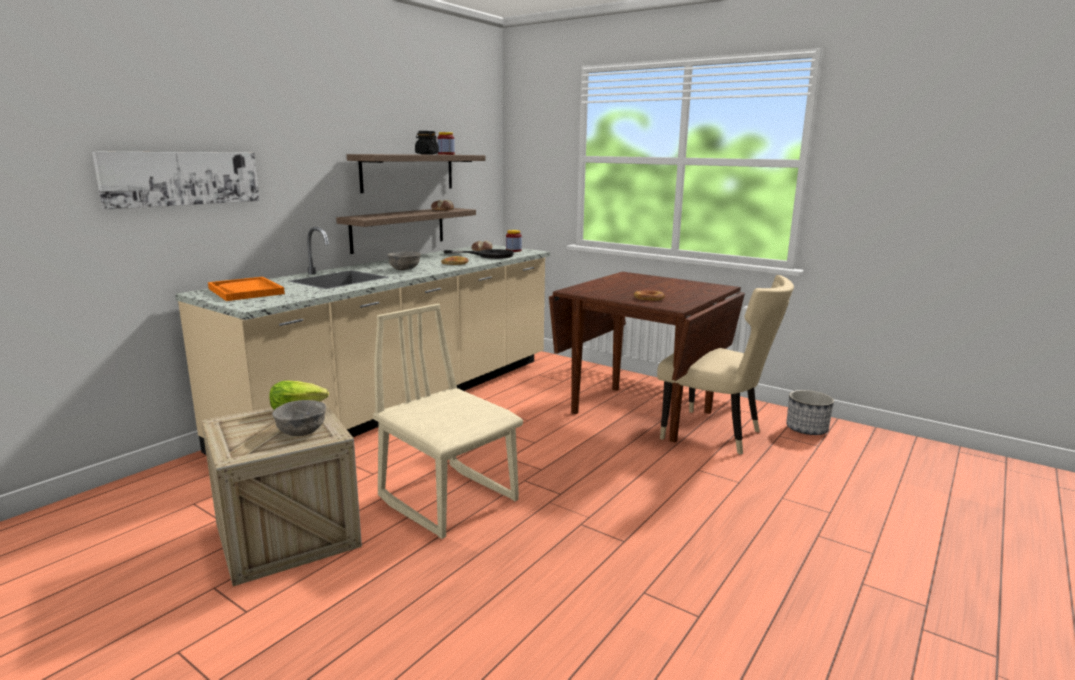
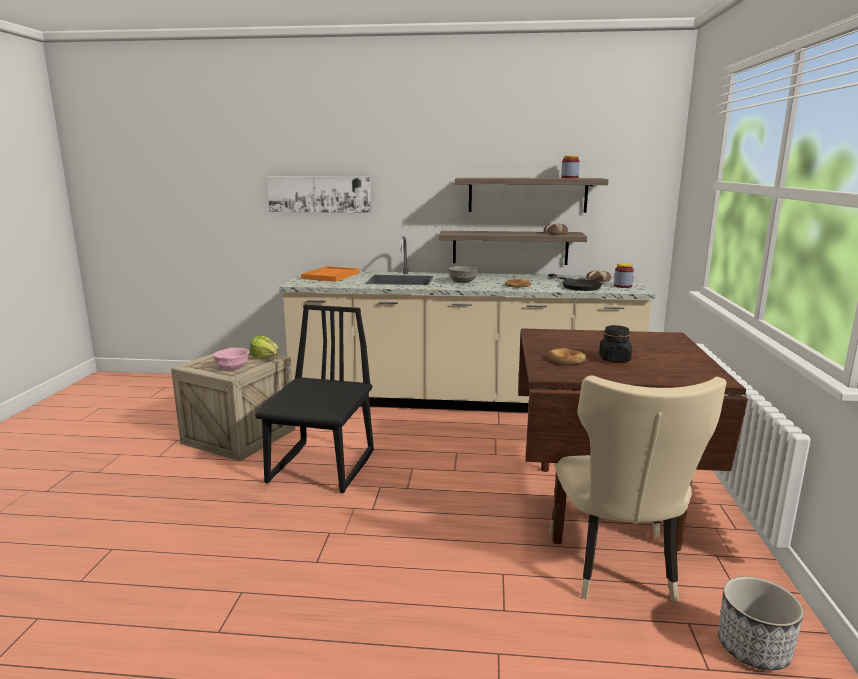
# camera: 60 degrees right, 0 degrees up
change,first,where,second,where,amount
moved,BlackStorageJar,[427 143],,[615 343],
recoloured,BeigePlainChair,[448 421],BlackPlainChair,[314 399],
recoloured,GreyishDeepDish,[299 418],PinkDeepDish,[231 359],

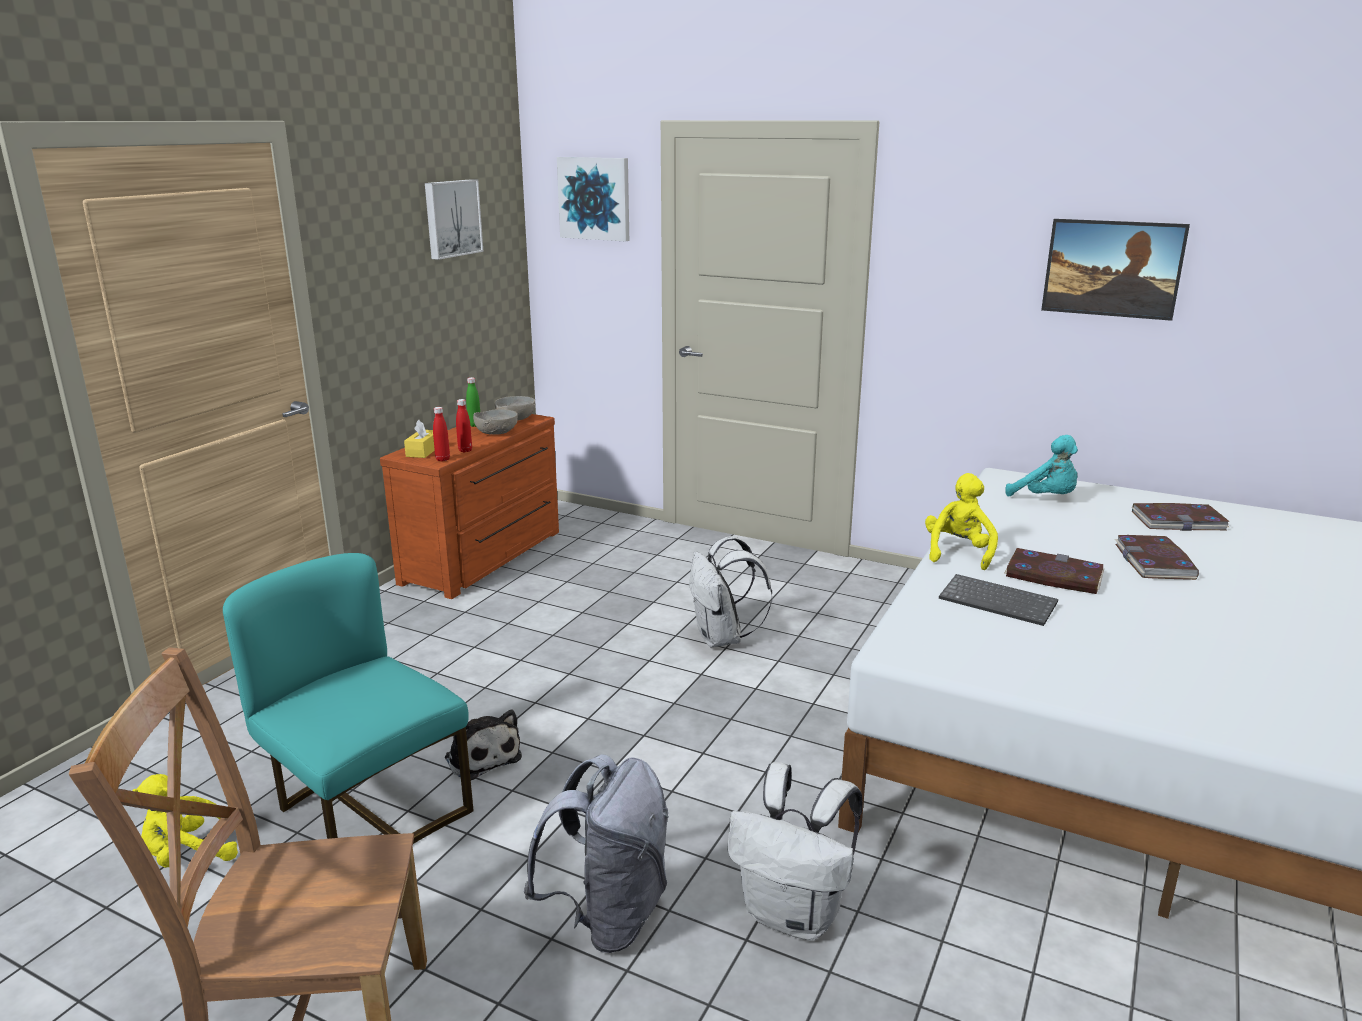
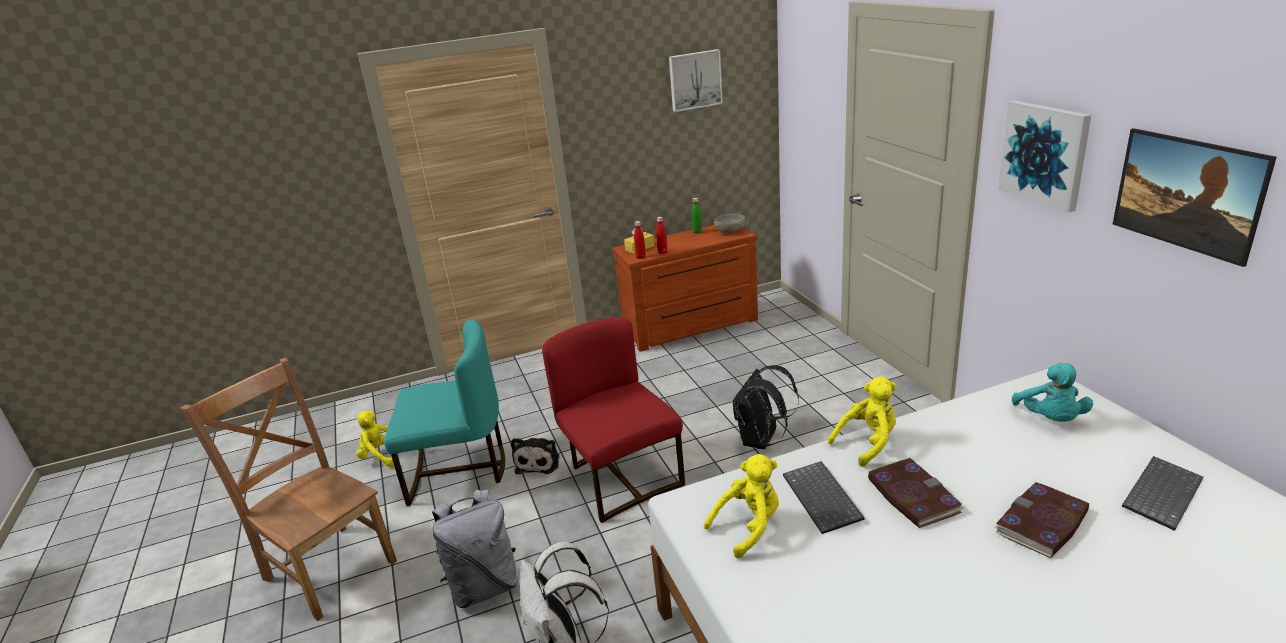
# camera: 45 degrees right, 5 degrees up
change,first,where,second,where,amount
moved,Picture,[593 199],,[1044 156],
removed,GreyishDeepDish,[495 422],,,
replaced,BoundBook,[1180 517],PcKeyboard,[1163 493],
recoloured,WhiteColouredRucksack,[730 591],BlackRucksack,[766 407],
turned,BlueGreenPlainChair,[348 698],,[444 413],90 degrees clockwise
added,,,ReddishPlainChair,[613 420],
added,,,YellowishSoftToy,[741 506],

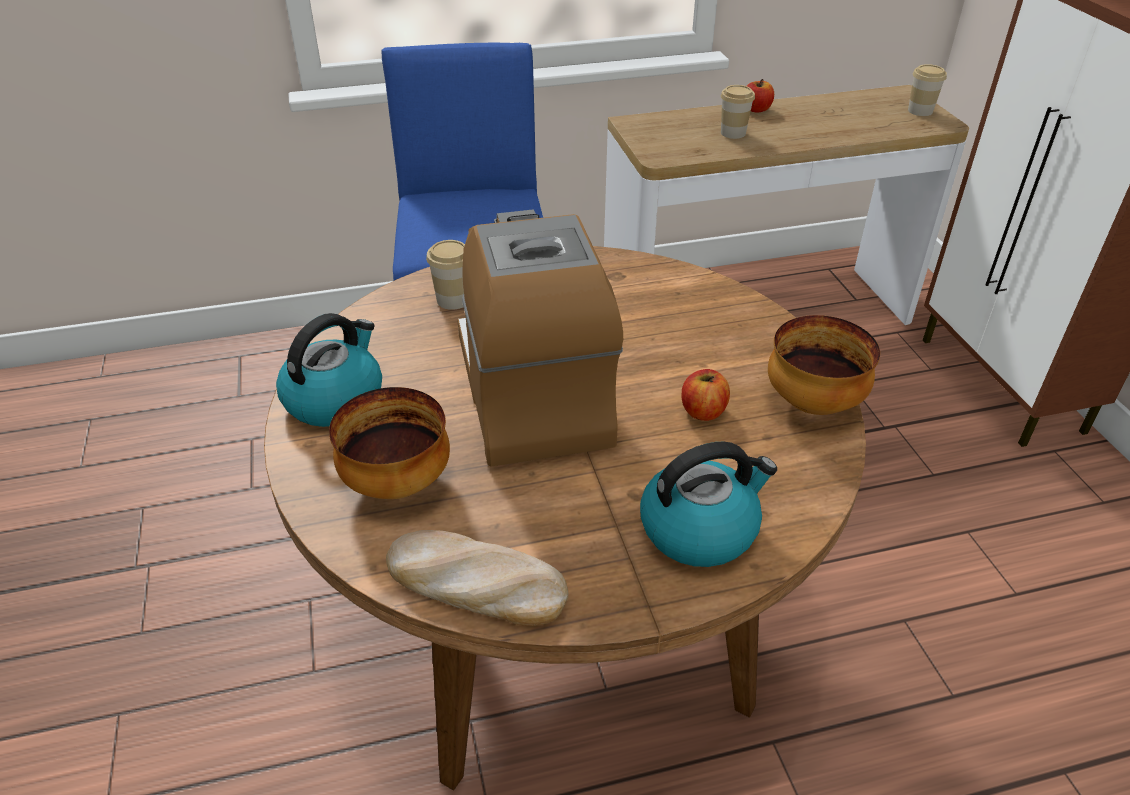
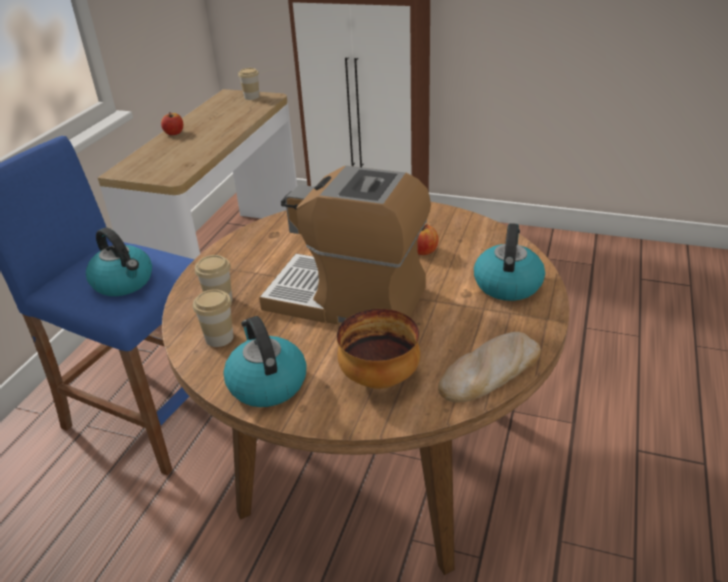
# camera: 55 degrees left, 5 degrees down
change,first,where,second,where,amount
moved,Cup,[738 112],,[213 318],
removed,DeepDish,[824 365],,,
added,,,WaterKettle,[119 261],

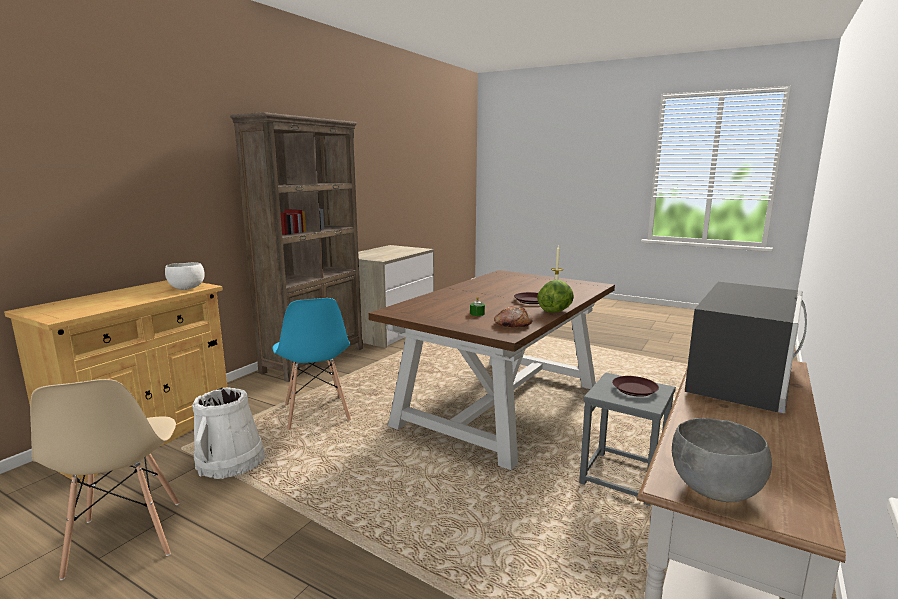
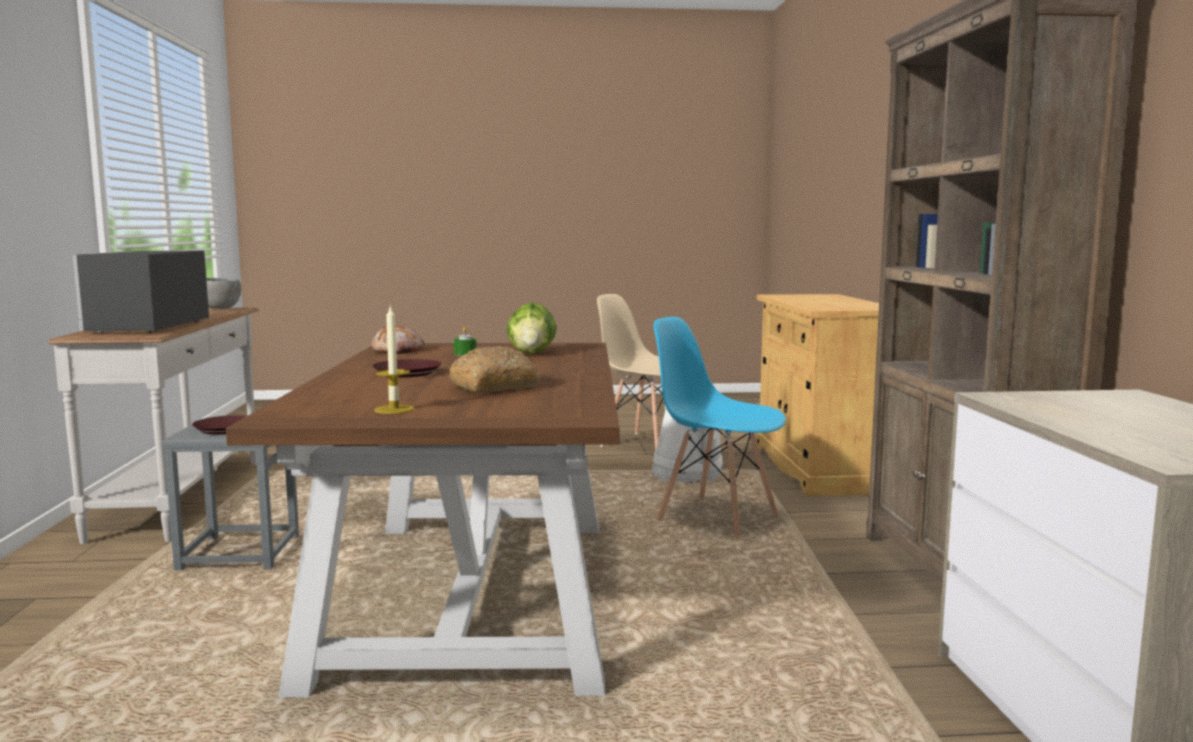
# camera: 145 degrees right, 5 degrees down
change,first,where,second,where,amount
removed,WhiteColouredDeepDish,[185 276],,,
moved,Lettuce,[555 296],,[532 328],
added,,,Bread,[495 369],

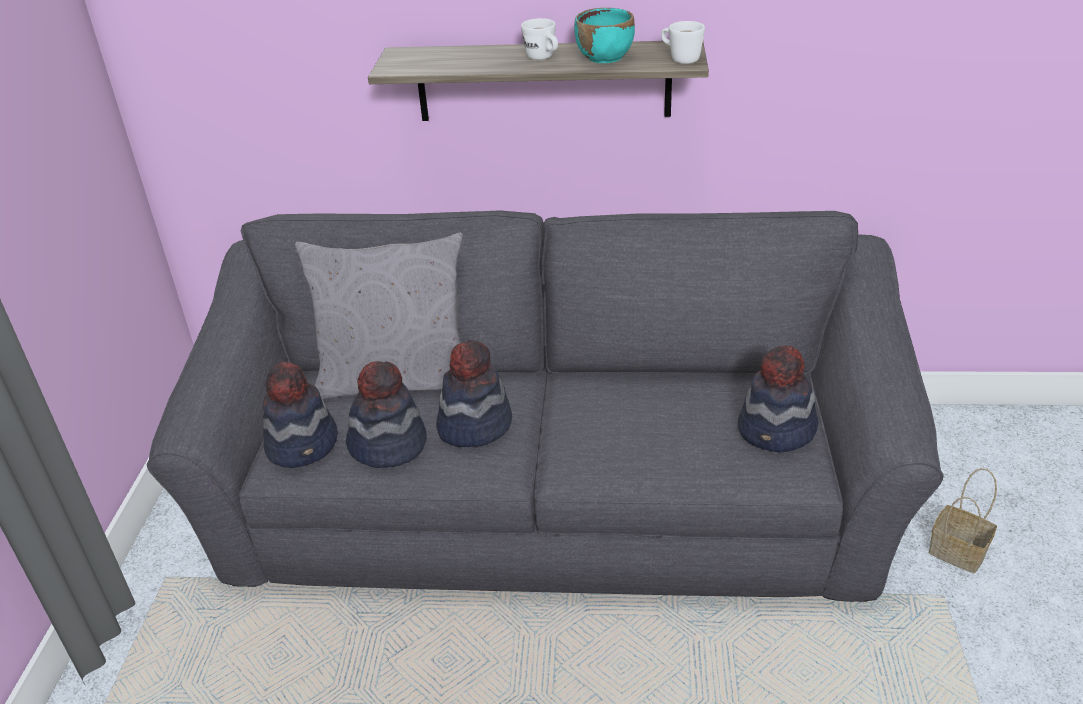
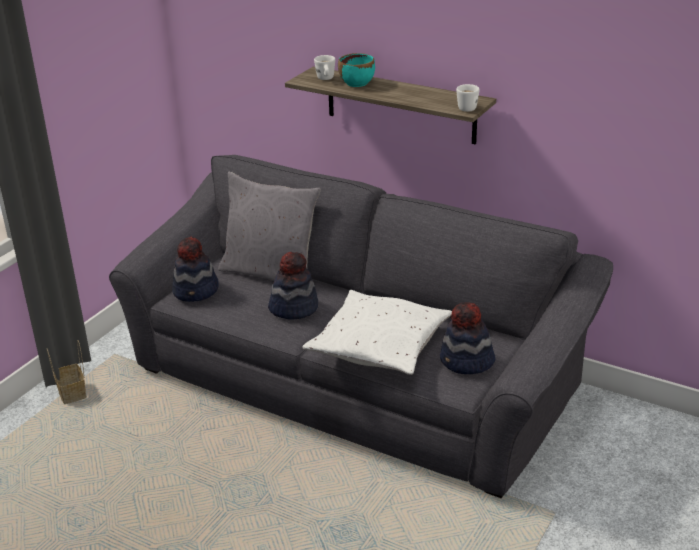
# camera: 25 degrees right, 5 degrees down
change,first,where,second,where,amount
moved,BlueGreenDeepDish,[604 35],,[356 70],
moved,WhiteColouredTeaMug,[539 39],,[324 67],
removed,Hat,[386 414],,,
moved,Basket,[963 520],,[67 372],
added,,,WhiteColouredThrowPillow,[377 332],

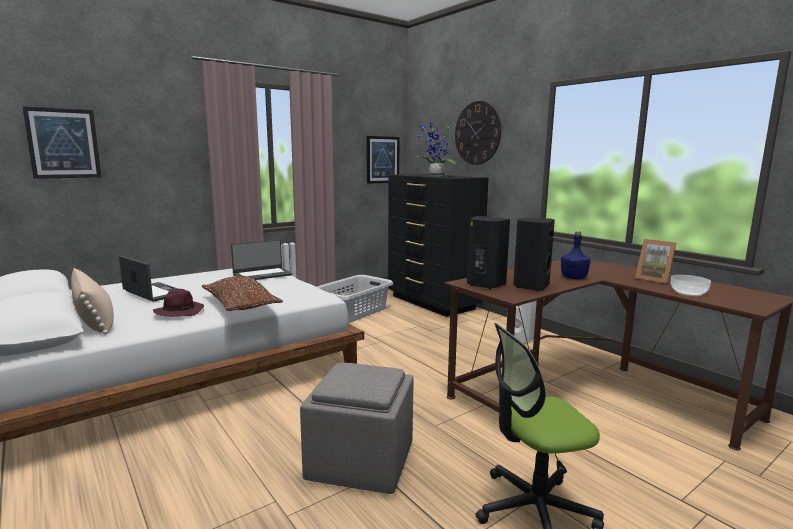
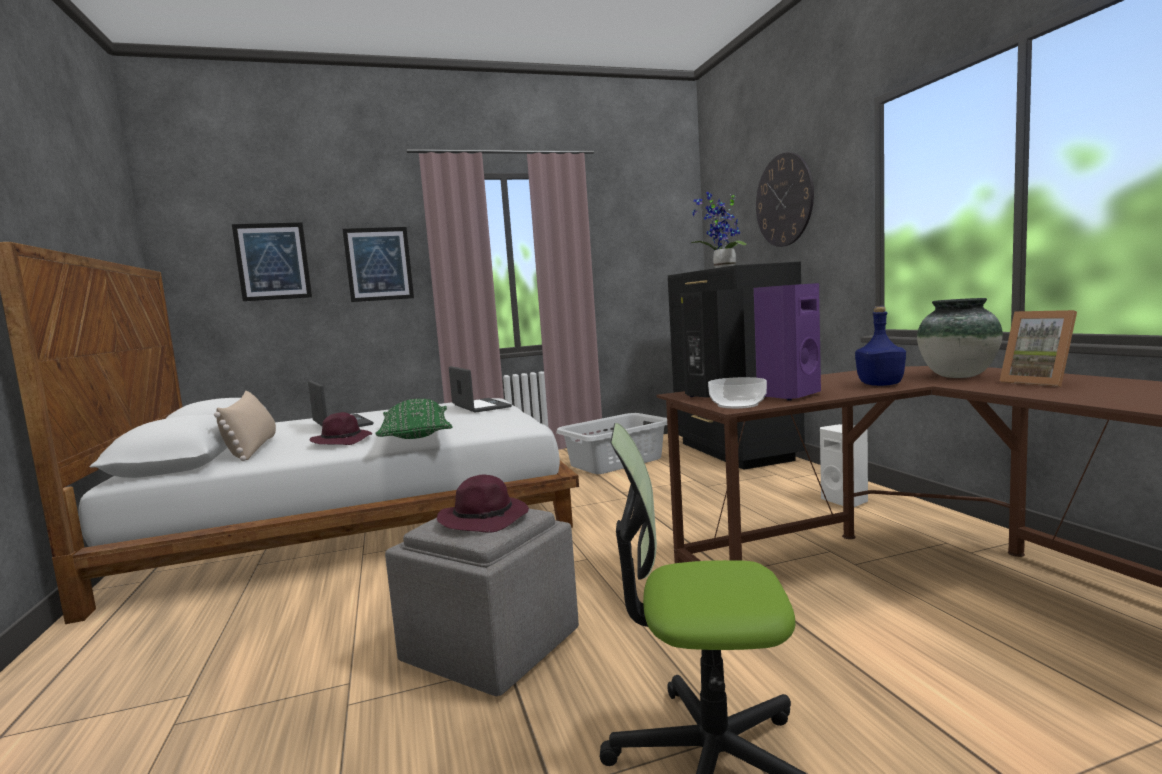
# camera: 20 degrees right, 5 degrees down
change,first,where,second,where,amount
moved,Picture,[383 160],,[378 264],
recoloured,BlackAudioSpeaker,[534 254],PurplishAudioSpeaker,[787 342],
turned,PortableComputer,[261 260],,[480 389],105 degrees counterclockwise
moved,DeepDish,[691 285],,[737 393],
recoloured,BrownishThrowPillow,[242 293],GreenColouredThrowPillow,[413 419],
added,,,DecorativeVase,[960 338],
added,,,PurplishHat,[483 504],

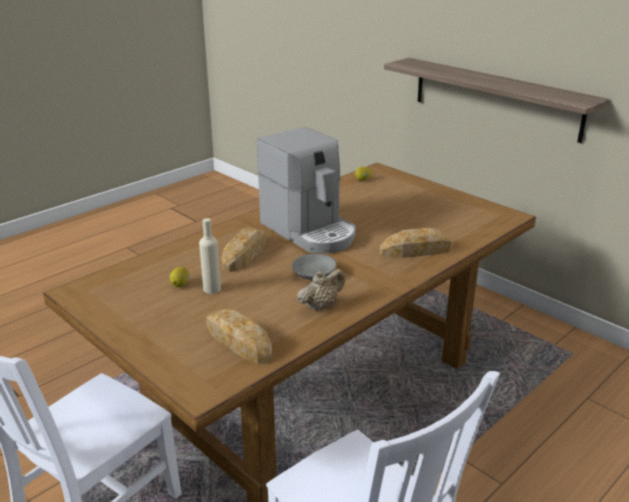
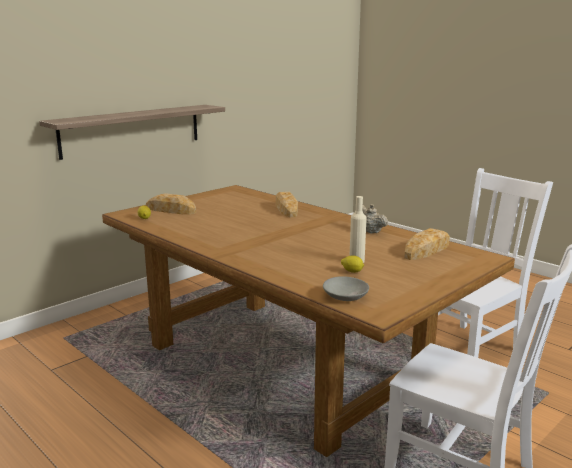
# camera: 90 degrees left, 10 degrees down
change,first,where,second,where,amount
removed,CoffeeMachine,[306 190],,,
moved,Bread,[243 250],,[171 204],
moved,GreyishDeepDish,[314 267],,[346 288],

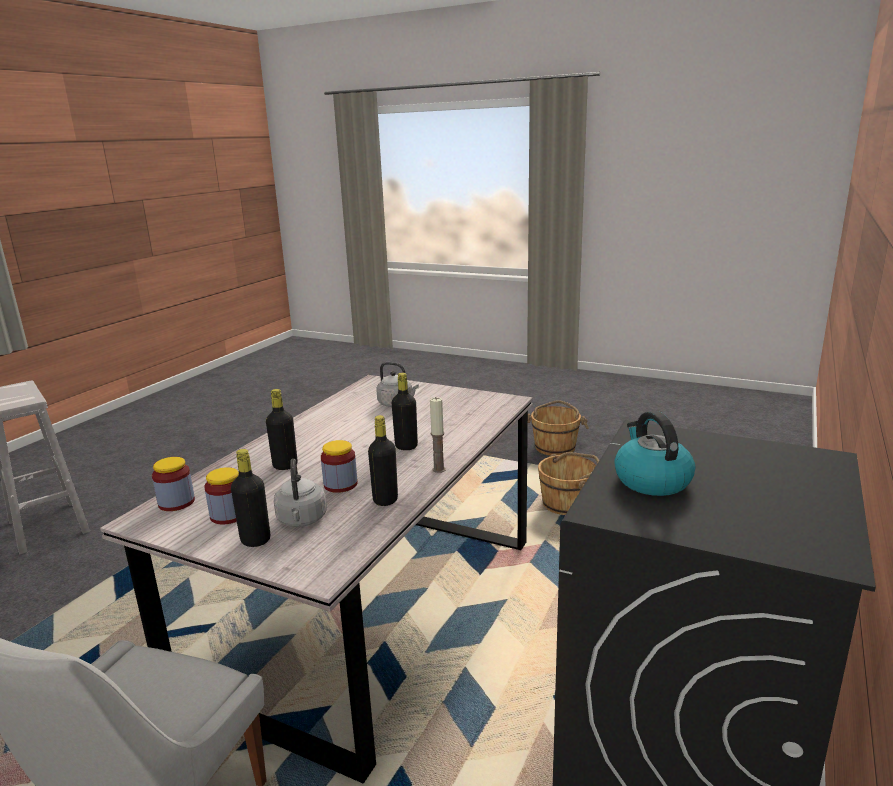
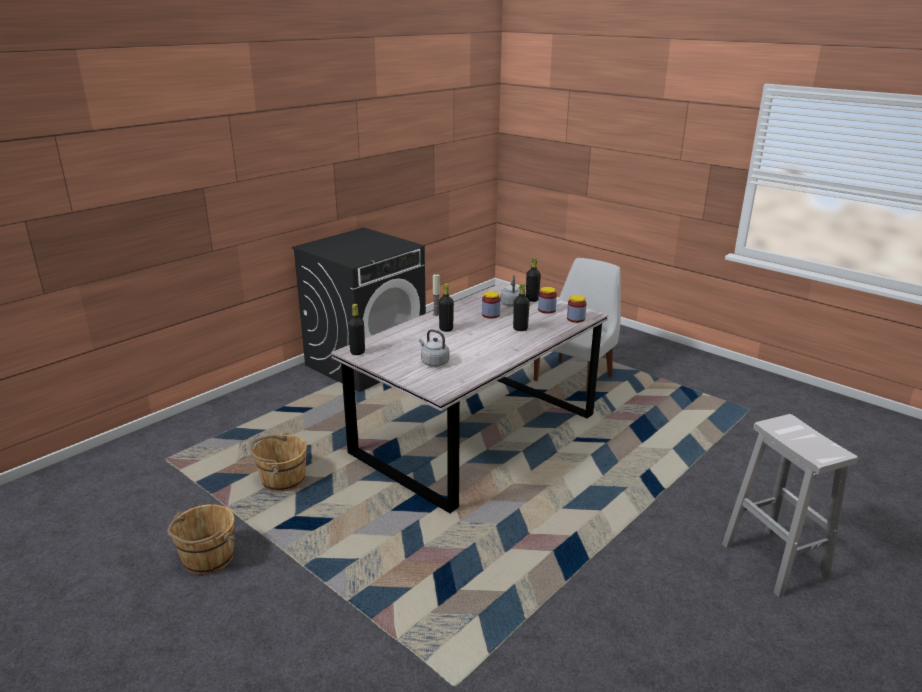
# camera: 165 degrees left, 5 degrees up
change,first,where,second,where,amount
removed,WaterKettle,[654 453],,,
moved,BlackBottle,[383 460],,[356 329],

